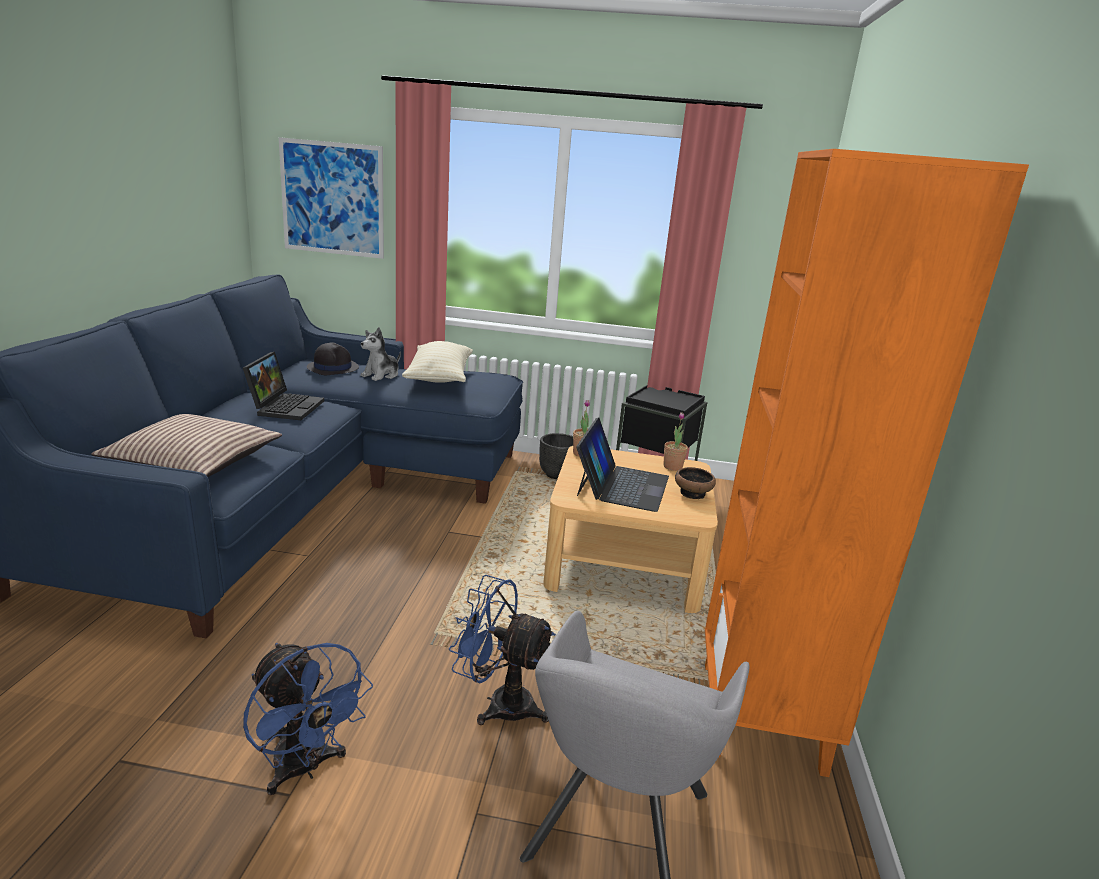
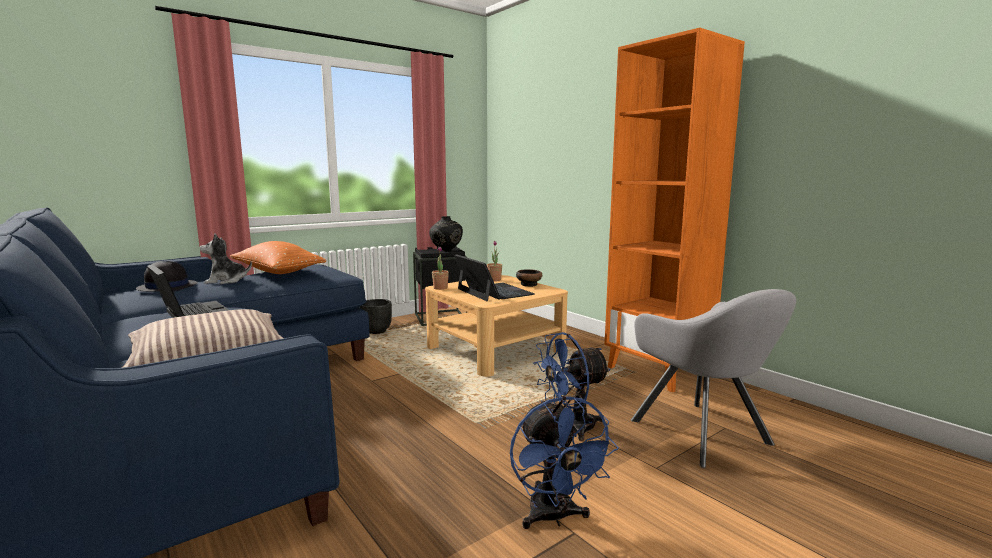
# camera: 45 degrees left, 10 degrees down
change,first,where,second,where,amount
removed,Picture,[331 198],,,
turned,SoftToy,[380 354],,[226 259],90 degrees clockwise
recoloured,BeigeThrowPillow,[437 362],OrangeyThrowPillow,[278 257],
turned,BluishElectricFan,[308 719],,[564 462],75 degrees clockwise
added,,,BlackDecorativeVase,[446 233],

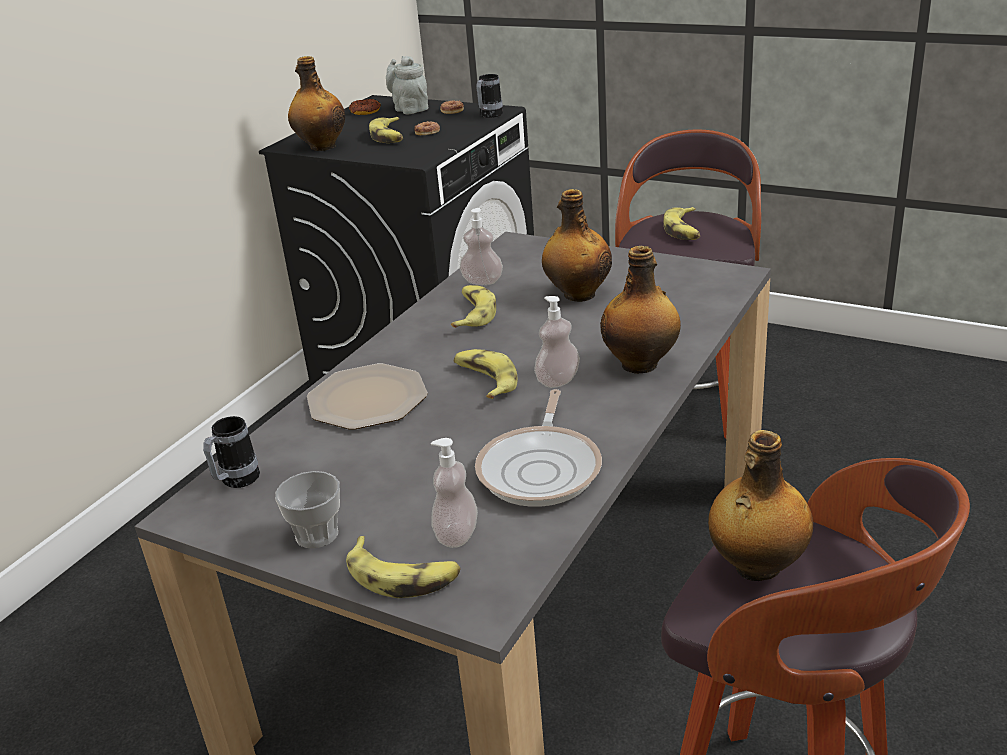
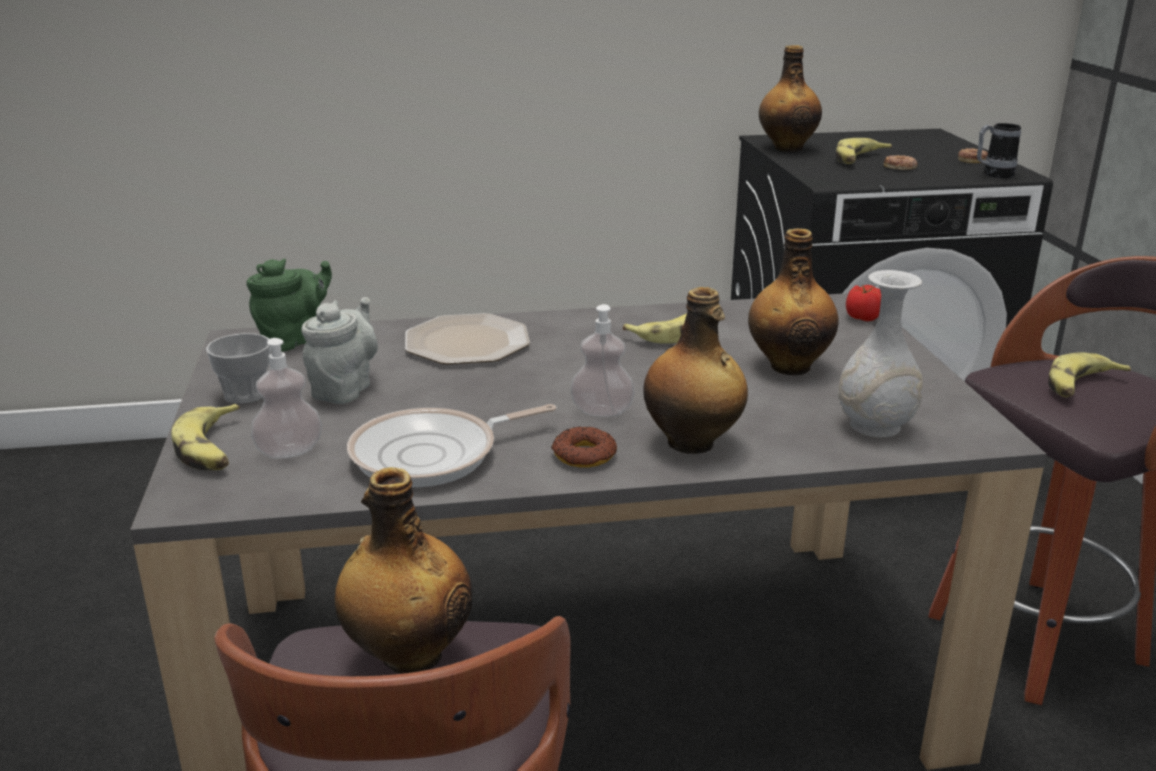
# camera: 50 degrees right, 5 degrees down
change,first,where,second,where,amount
moved,GreyishTeapot,[407 85],,[339 350],
moved,Doughnut,[365 107],,[584 447],
removed,SoapBottle,[481 246],,,
removed,WholeBanana,[485 374],,,
replaced,TeaMug,[231 452],GreenColouredTeapot,[289 305],
added,,,WhiteColouredDecorativeVase,[880 354],
added,,,WholeTomato,[863 303],

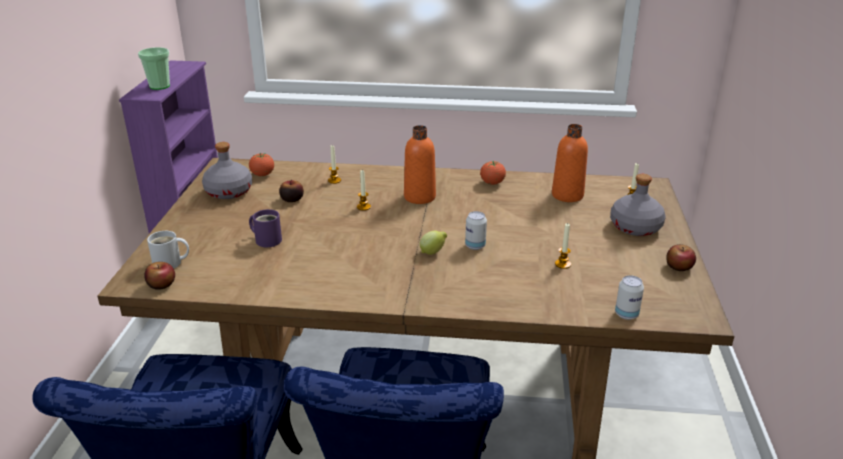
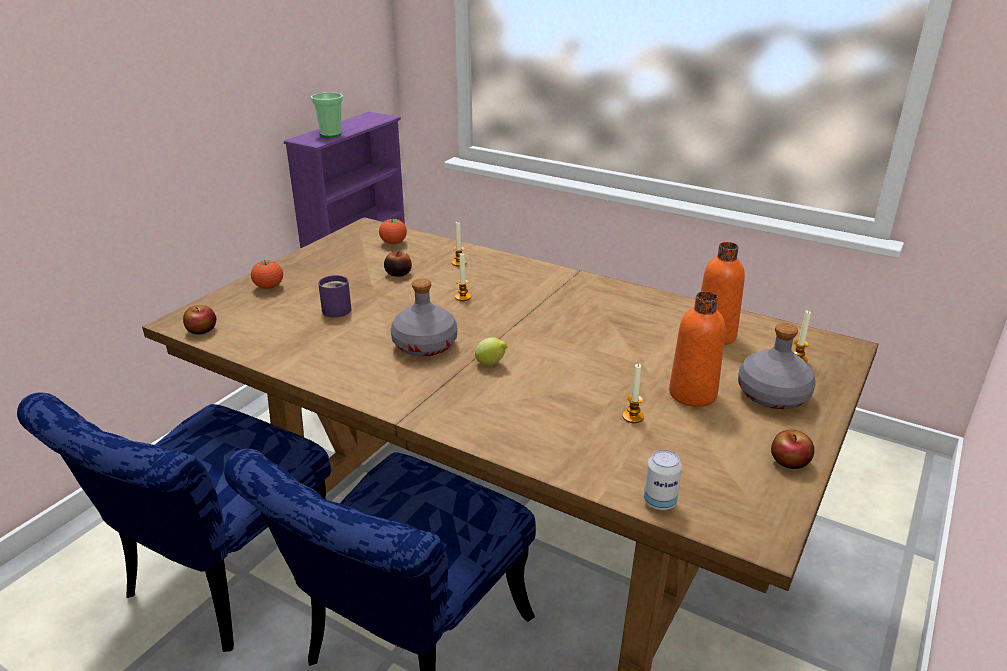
# camera: 25 degrees right, 0 degrees up
change,first,where,second,where,amount
moved,OrangeyBottle,[420 164],,[697 349],
moved,GreyishBottle,[227 170],,[424 317],
moved,WholeTomato,[493 173],,[267 274],
removed,Can,[476 230],,,
removed,WhiteColouredTeaMug,[168 249],,,

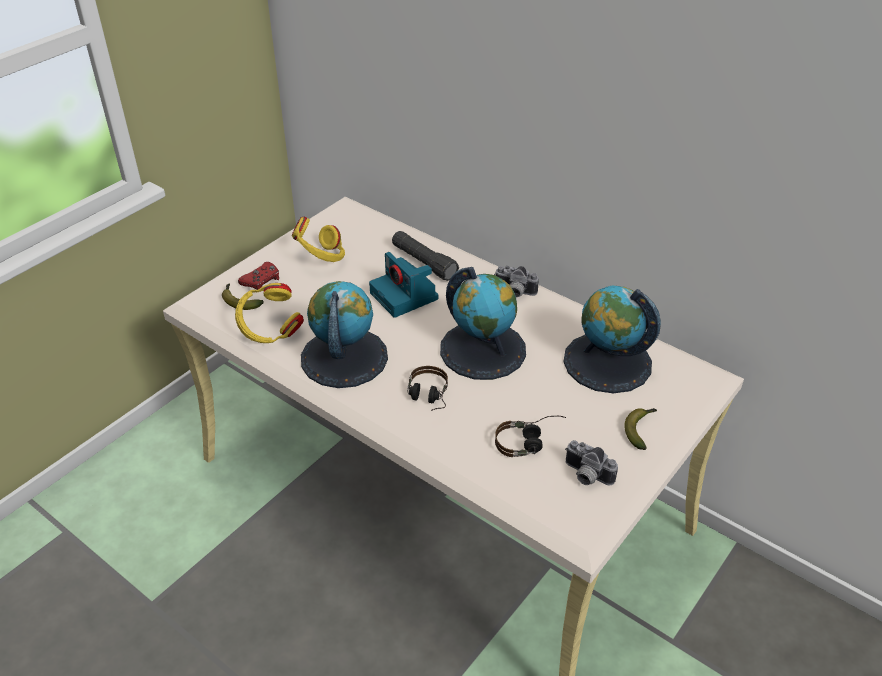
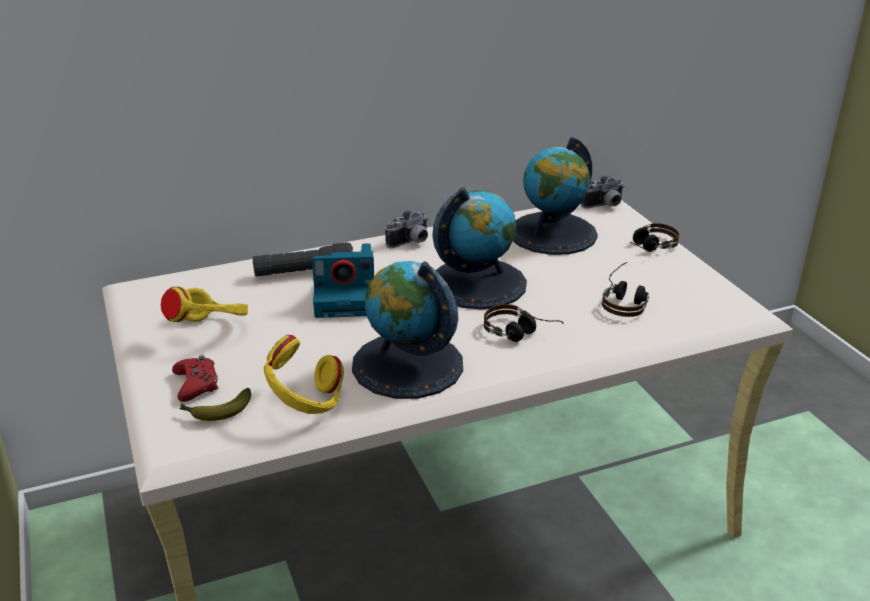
# camera: 60 degrees left, 10 degrees down
change,first,where,second,where,amount
replaced,WholeBanana,[640 429],Headset,[654 237],
moved,StillCamera,[591 463],,[602 192],

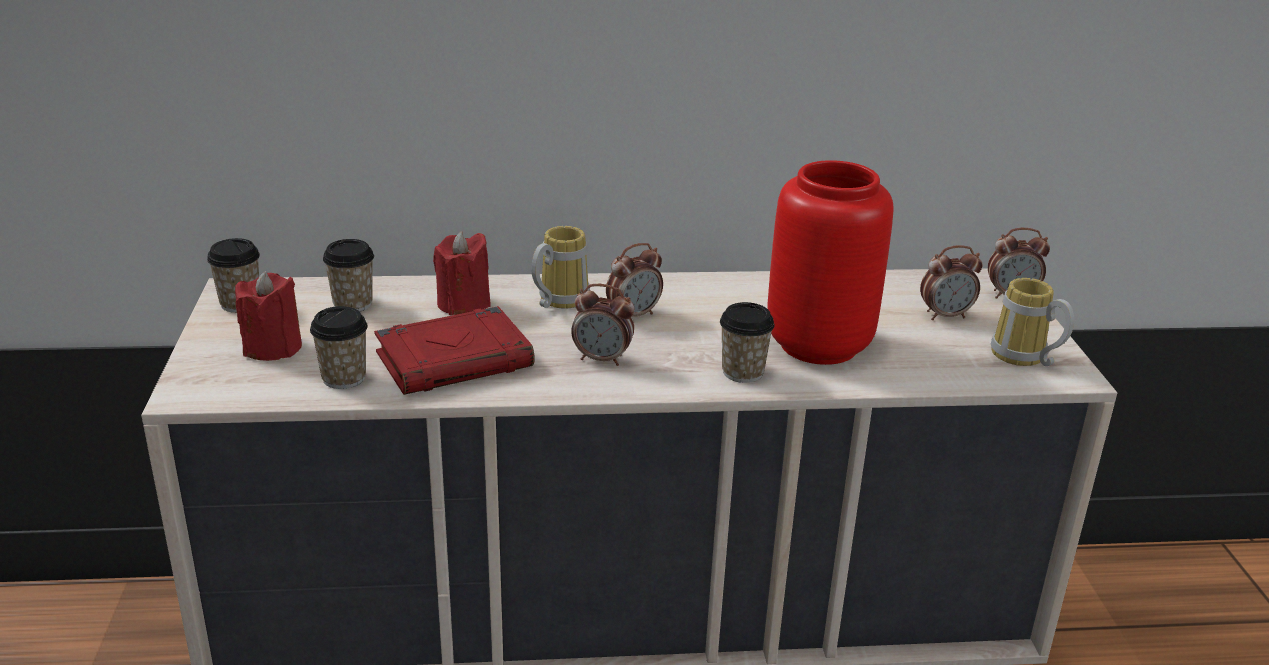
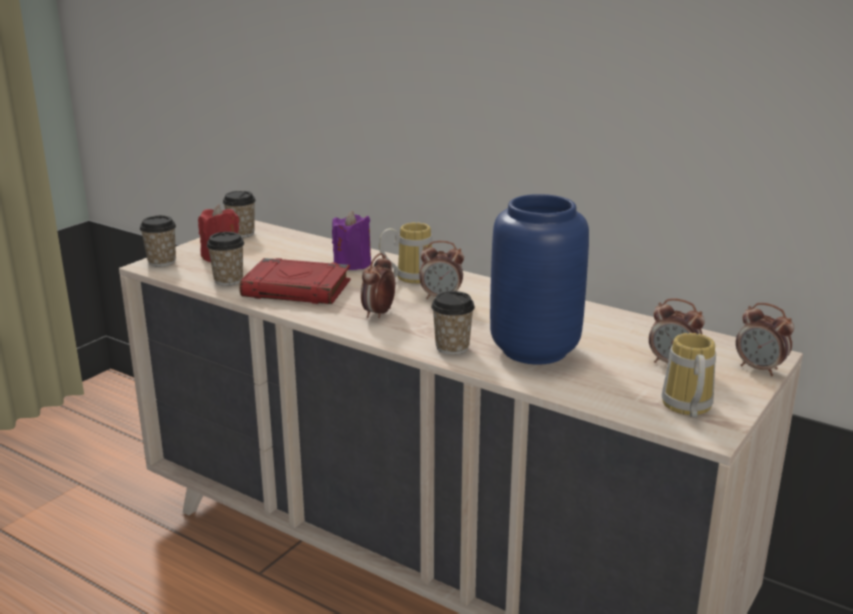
# camera: 40 degrees right, 5 degrees down
change,first,where,second,where,amount
recoloured,ReddishDecorativeVase,[830 262],BluishDecorativeVase,[539 279],
recoloured,ReddishWaxLight,[462 273],PurplishWaxLight,[351 240],
moved,Cup,[348 275],,[158 241],
turned,BedsideClock,[602 325],,[378 285],60 degrees clockwise

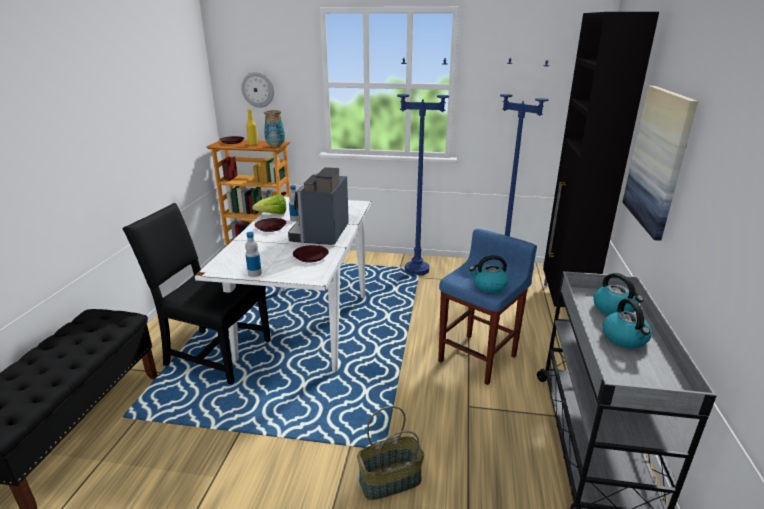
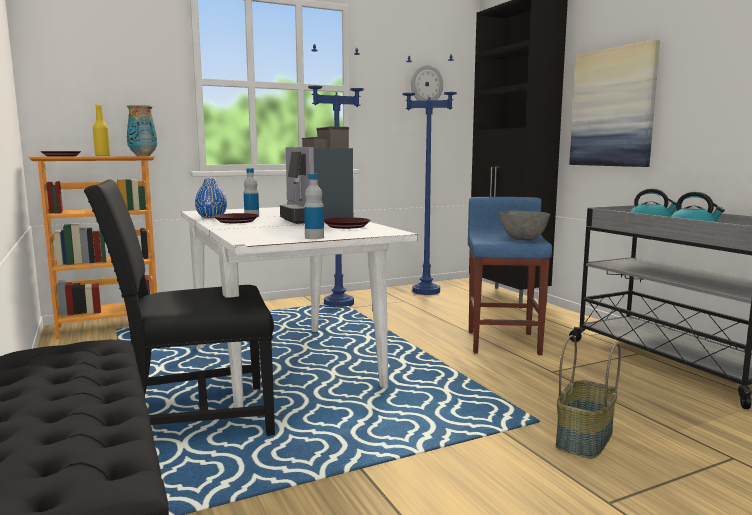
# camera: 35 degrees left, 15 degrees down
change,first,where,second,where,amount
moved,ClockOnTheWall,[257 90],,[427 83],
replaced,Lettuce,[269 204],BluishDecorativeVase,[211 198],
replaced,WaterKettle,[489 274],GreyishDeepDish,[524 225],

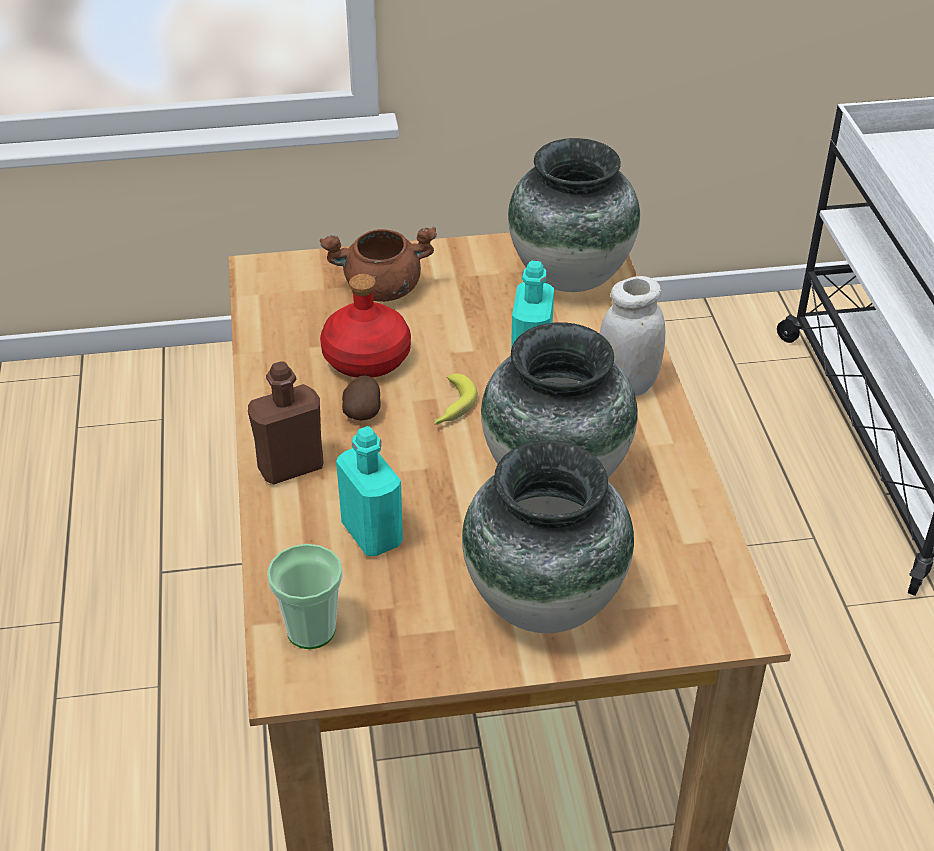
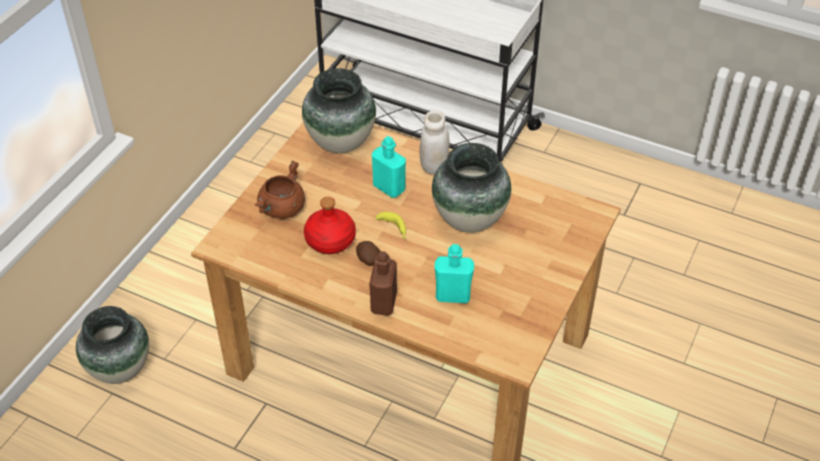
# camera: 55 degrees left, 5 degrees up
change,first,where,second,where,amount
moved,DecorativeVase,[548 536],,[112 345],
removed,Cup,[305 596],,,

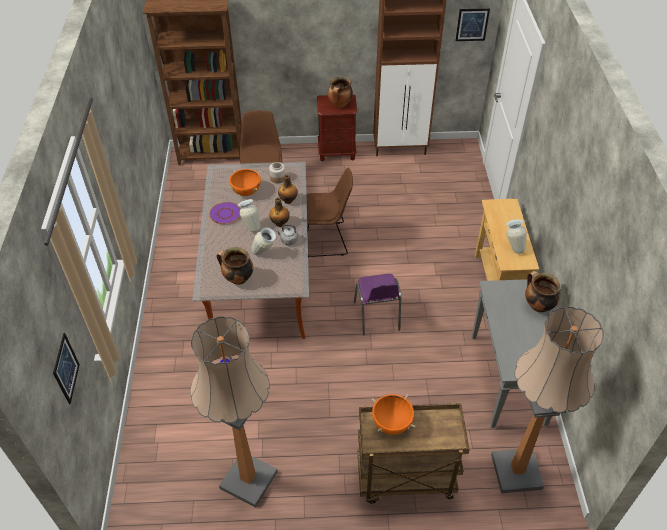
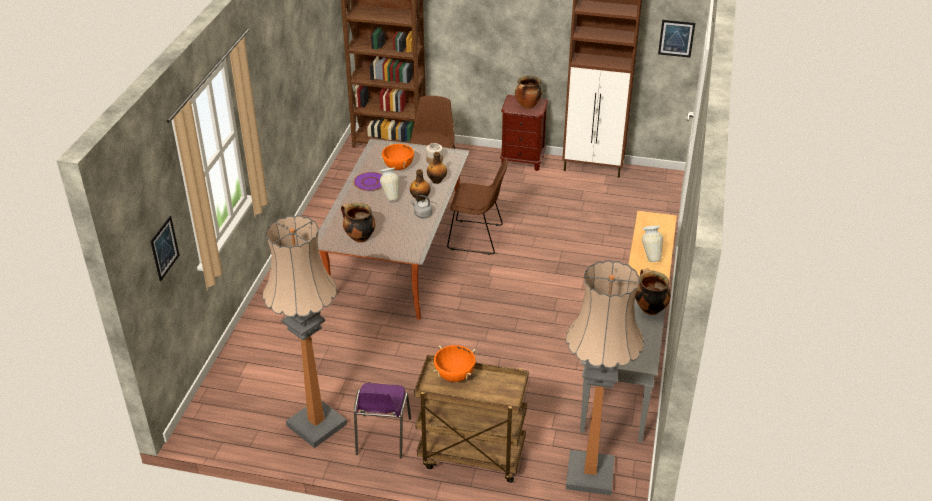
# camera: 15 degrees right, 10 degrees down
change,first,where,second,where,amount
removed,DecorativeVase,[263 241],,,
moved,PurplishPlainChair,[377 305],,[382 420],

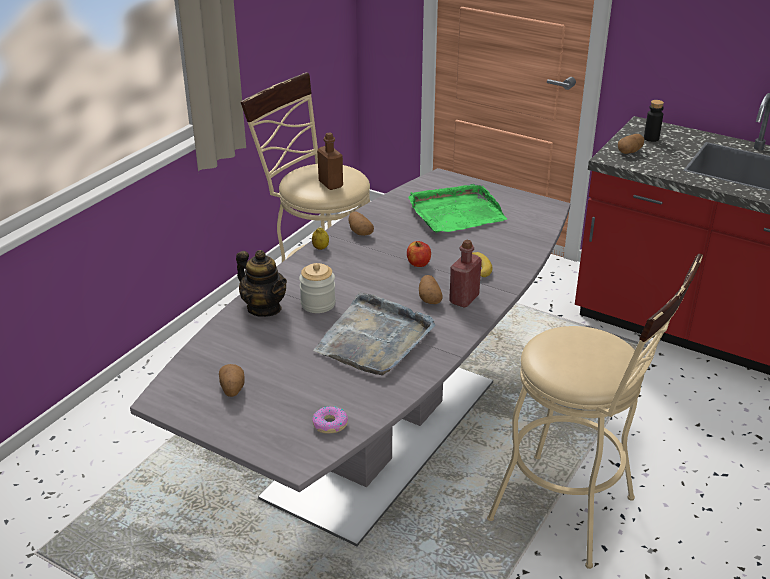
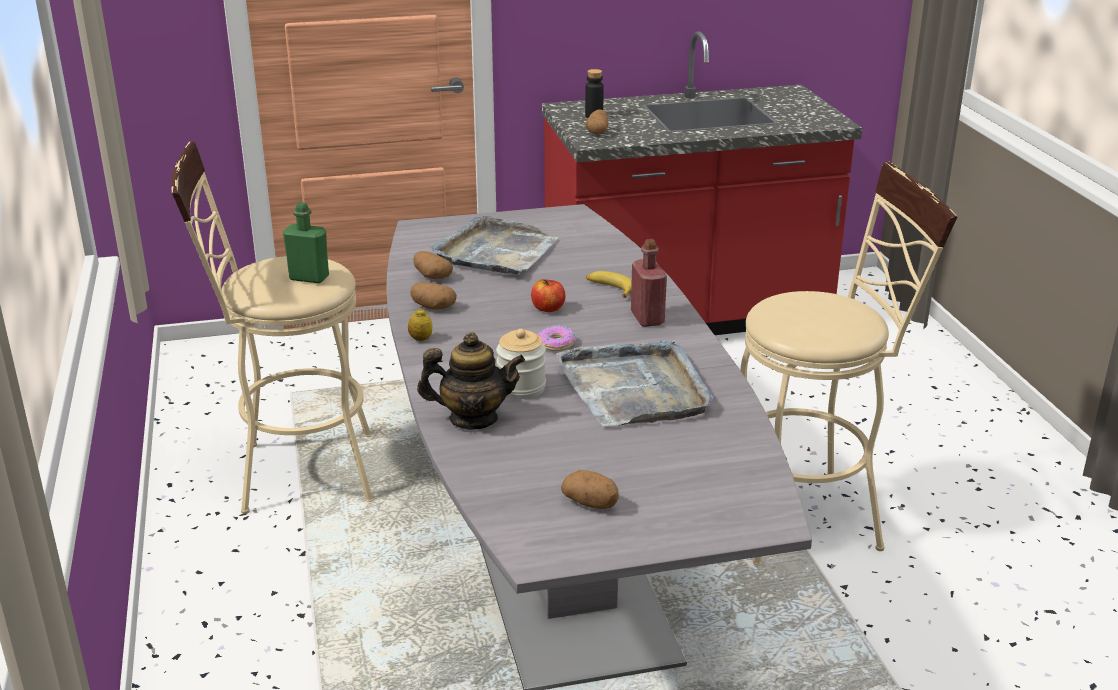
# camera: 45 degrees left, 5 degrees down
change,first,where,second,where,amount
recoloured,BrownishBottle,[330 161],GreenColouredBottle,[306 242],
recoloured,GreenColouredTray,[457 208],GreyishTray,[494 245],
moved,Potato,[431 289],,[433 265],
moved,Doughnut,[330 420],,[556 338],

